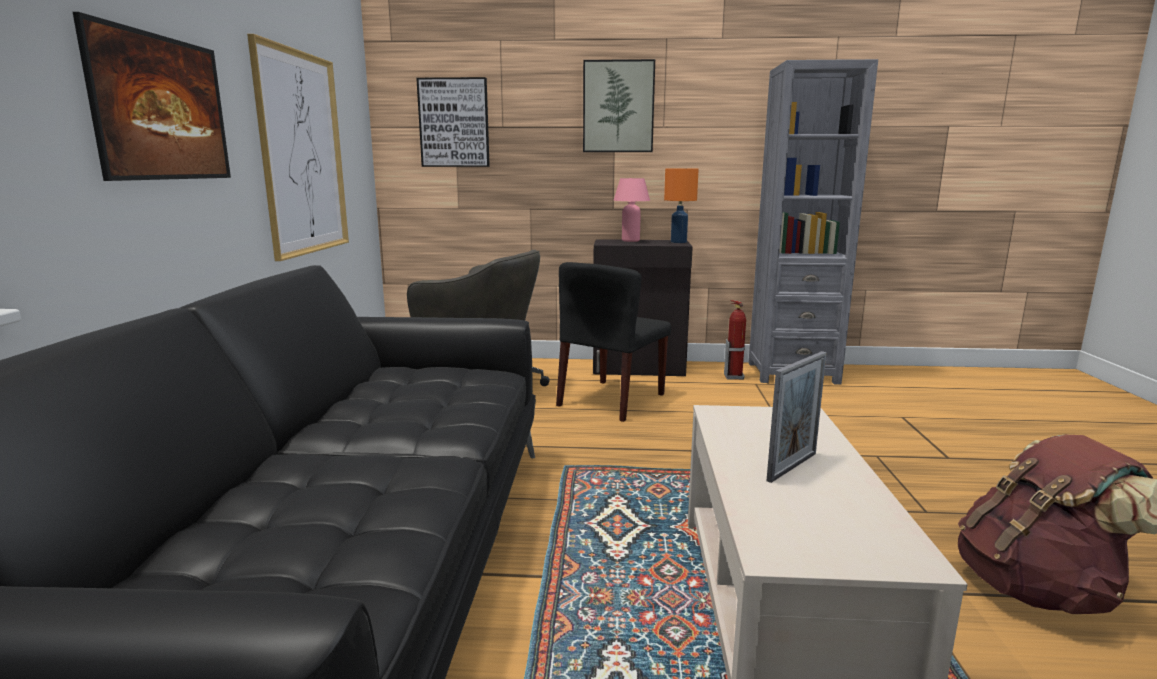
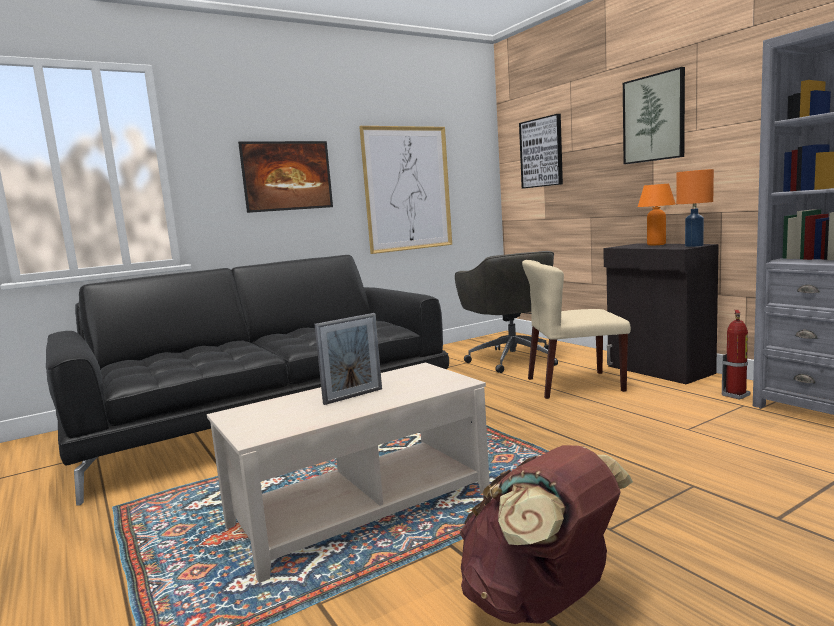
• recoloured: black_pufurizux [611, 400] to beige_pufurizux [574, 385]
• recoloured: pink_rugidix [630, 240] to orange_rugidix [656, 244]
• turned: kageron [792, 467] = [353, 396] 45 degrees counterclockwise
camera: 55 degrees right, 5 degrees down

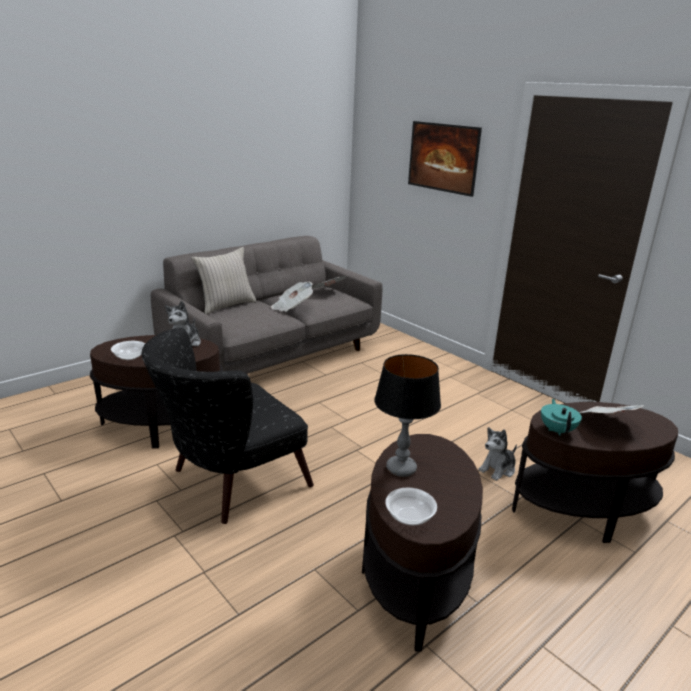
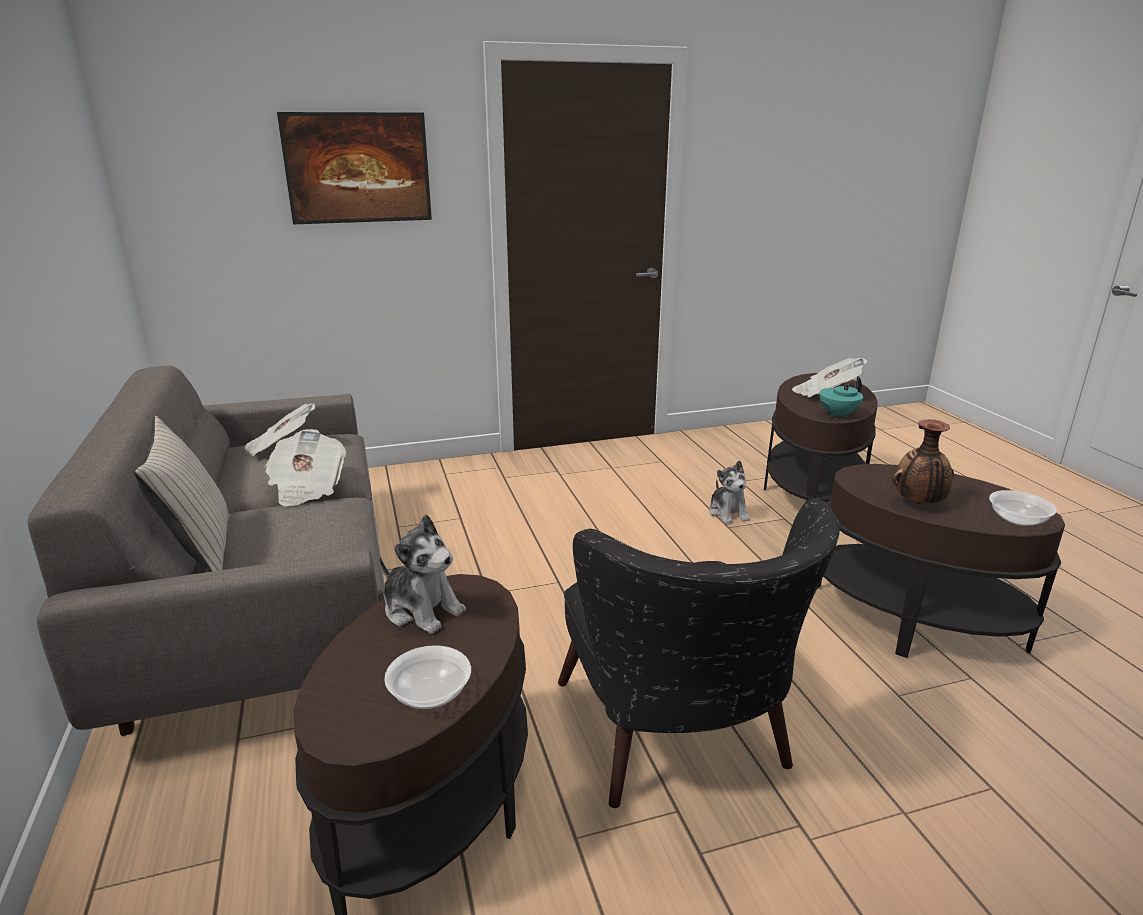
• replaced: rugidix [400, 469] to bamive [918, 503]
• turned: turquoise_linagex [557, 430] = [837, 414] 60 degrees counterclockwise
camera: 65 degrees left, 0 degrees up

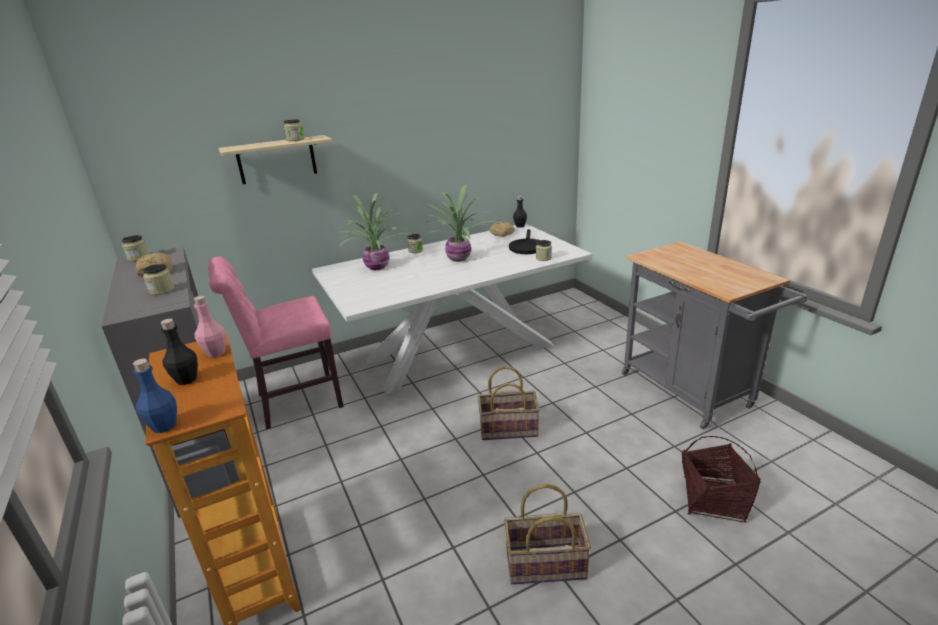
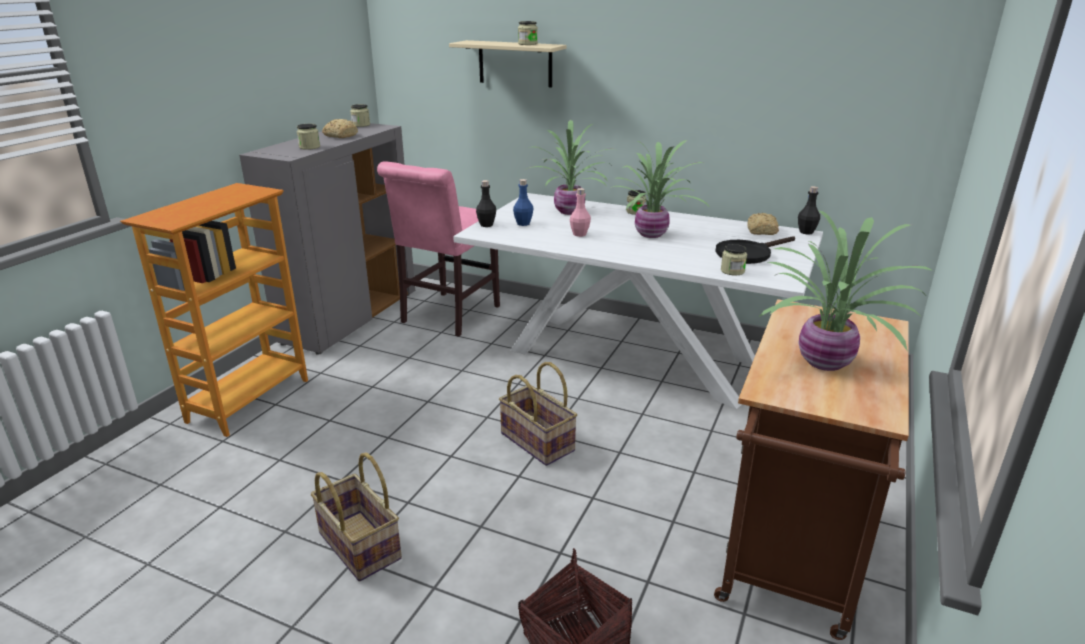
• moved: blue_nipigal [164, 426] to [523, 223]
• moved: black_nipigal [186, 380] to [486, 225]
• moved: pink_nipigal [215, 353] to [579, 234]
• turned: pink_pufurizux [294, 402] = [447, 316] 90 degrees counterclockwise
• recoloured: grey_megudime [691, 394] to brown_megudime [791, 563]
• added: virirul [825, 364]
camera: 50 degrees right, 0 degrees up

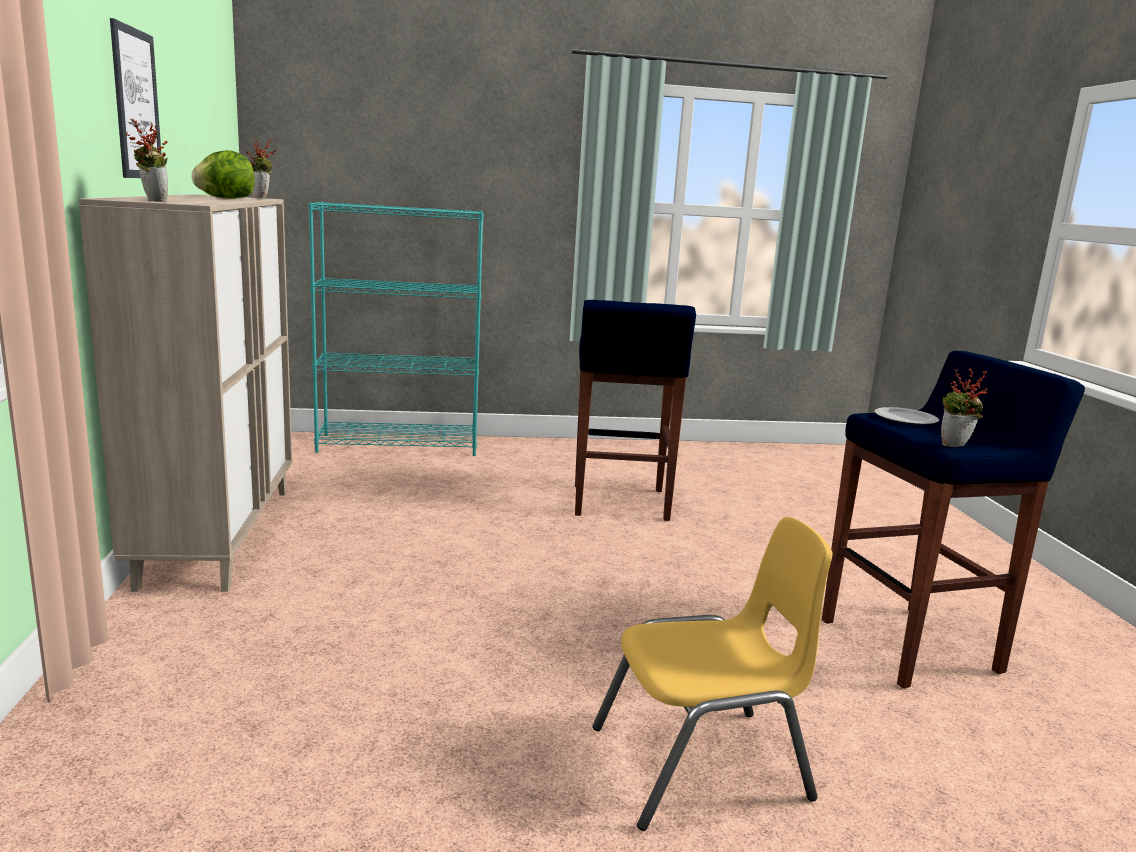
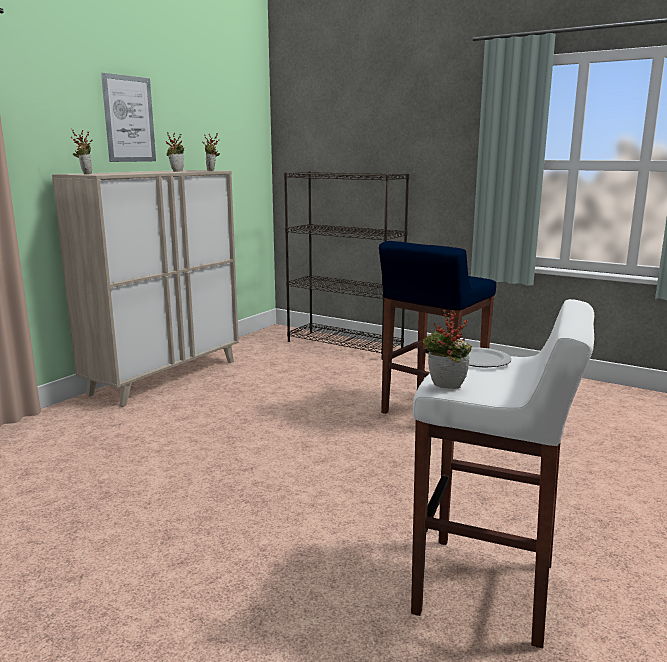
• replaced: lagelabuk [225, 198] to virirul [176, 171]
• recoloured: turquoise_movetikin [399, 445] to black_movetikin [345, 345]
• removed: yellow_pufurizux [701, 765]
• recoloured: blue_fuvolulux [912, 646] to white_fuvolulux [488, 589]
camera: 40 degrees right, 0 degrees up

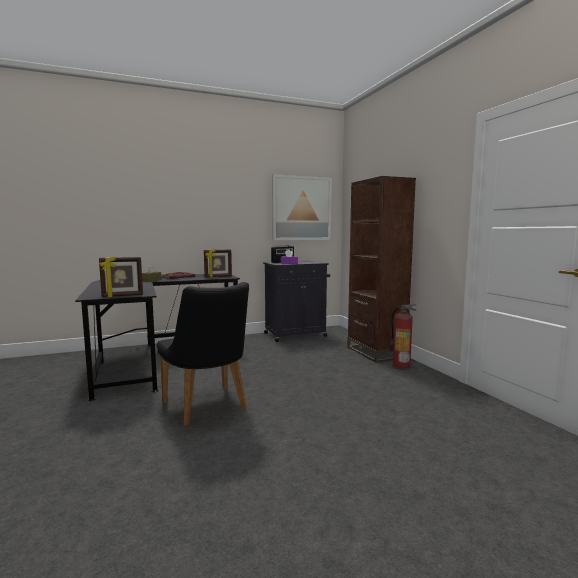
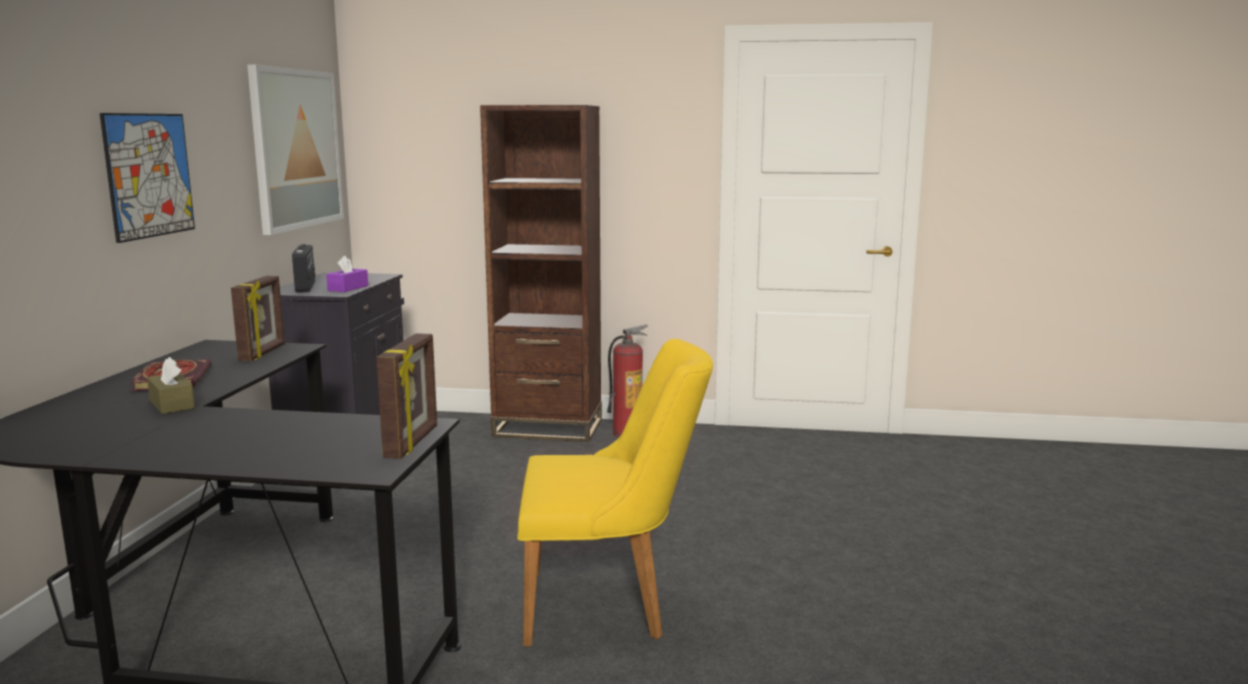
• recoloured: black_pufurizux [208, 408] to yellow_pufurizux [609, 605]
• added: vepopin [149, 175]
camera: 60 degrees left, 5 degrees up

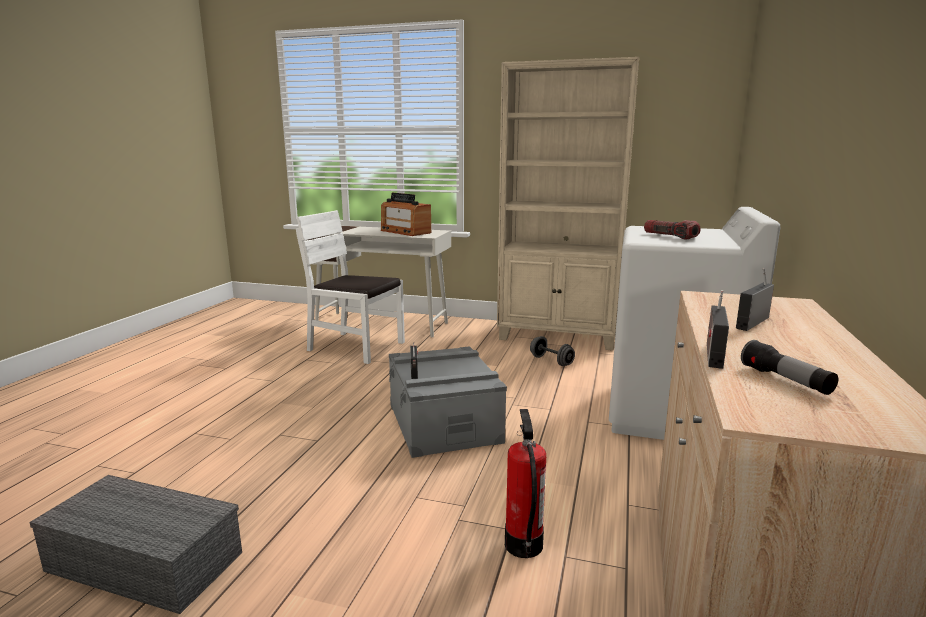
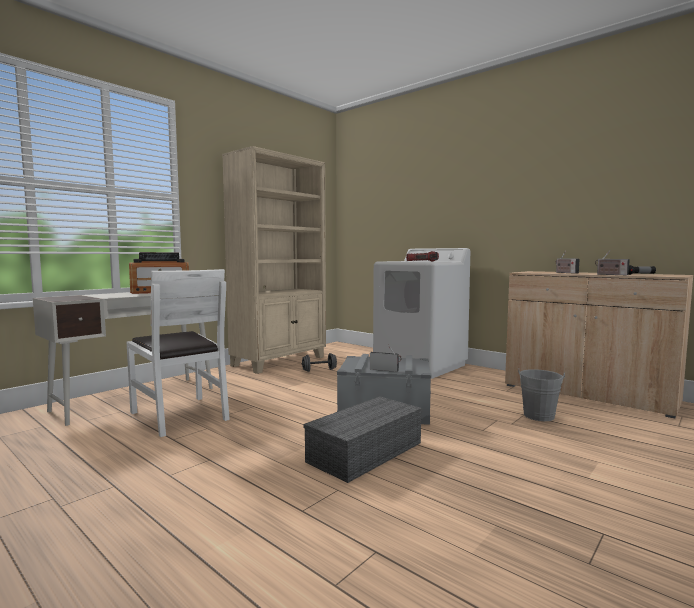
• moved: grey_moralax [141, 562] to [365, 453]
• turned: white_pufurizux [356, 347] = [180, 415] 90 degrees counterclockwise
• replaced: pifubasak [523, 545] to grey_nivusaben [539, 414]
camera: 65 degrees left, 10 degrees down

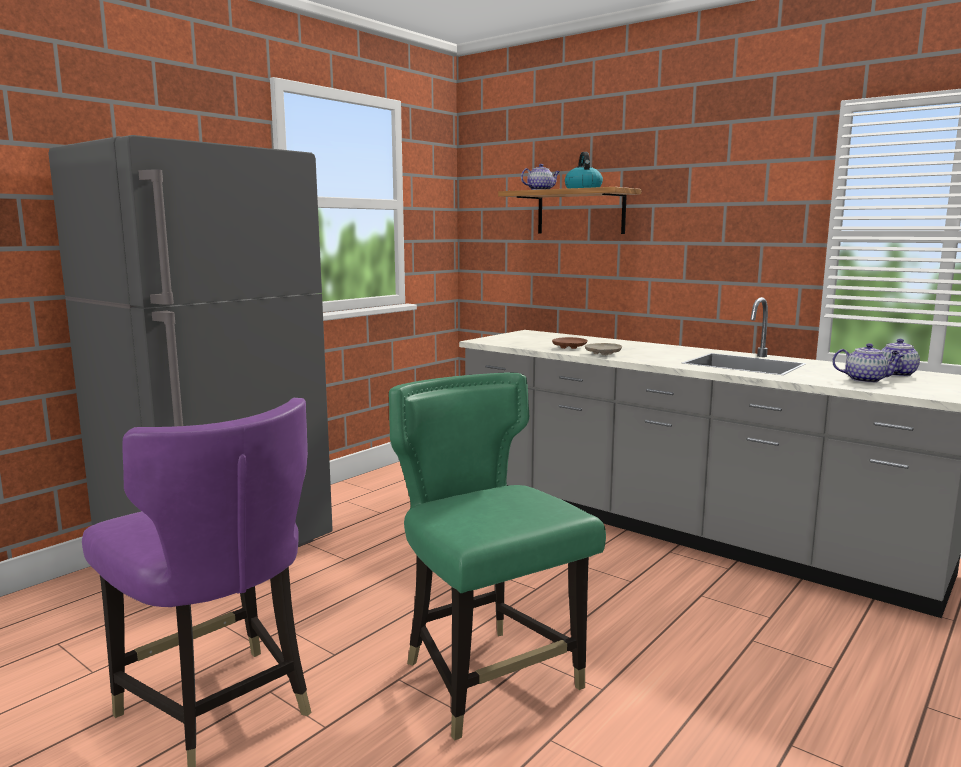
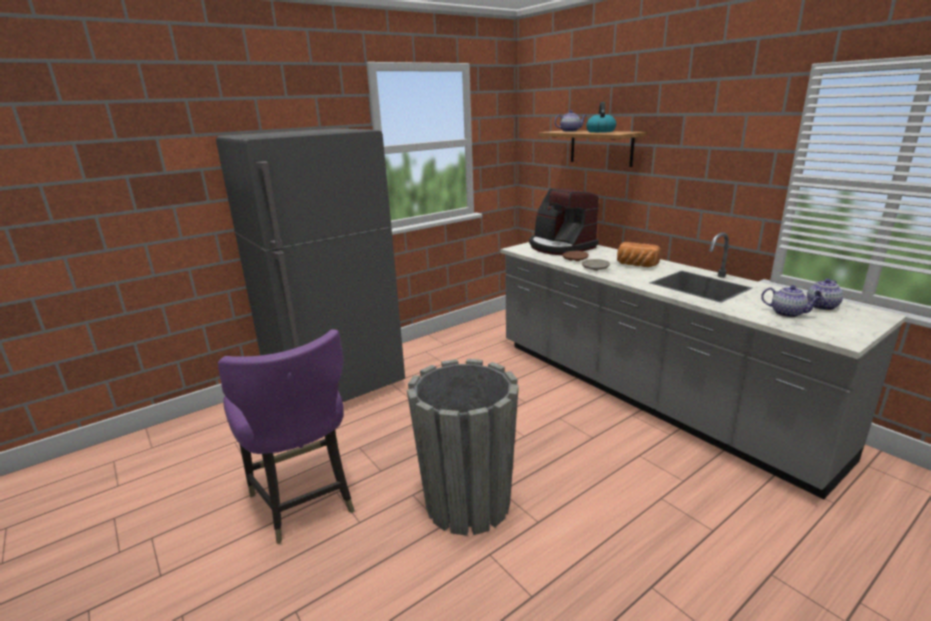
• replaced: green_pufurizux [489, 679] to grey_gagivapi [468, 503]
• added: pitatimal [560, 246]
• added: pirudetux [635, 265]
camera: 15 degrees right, 10 degrees up

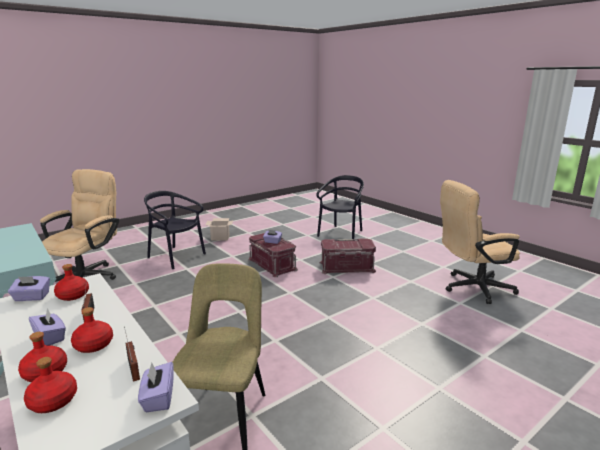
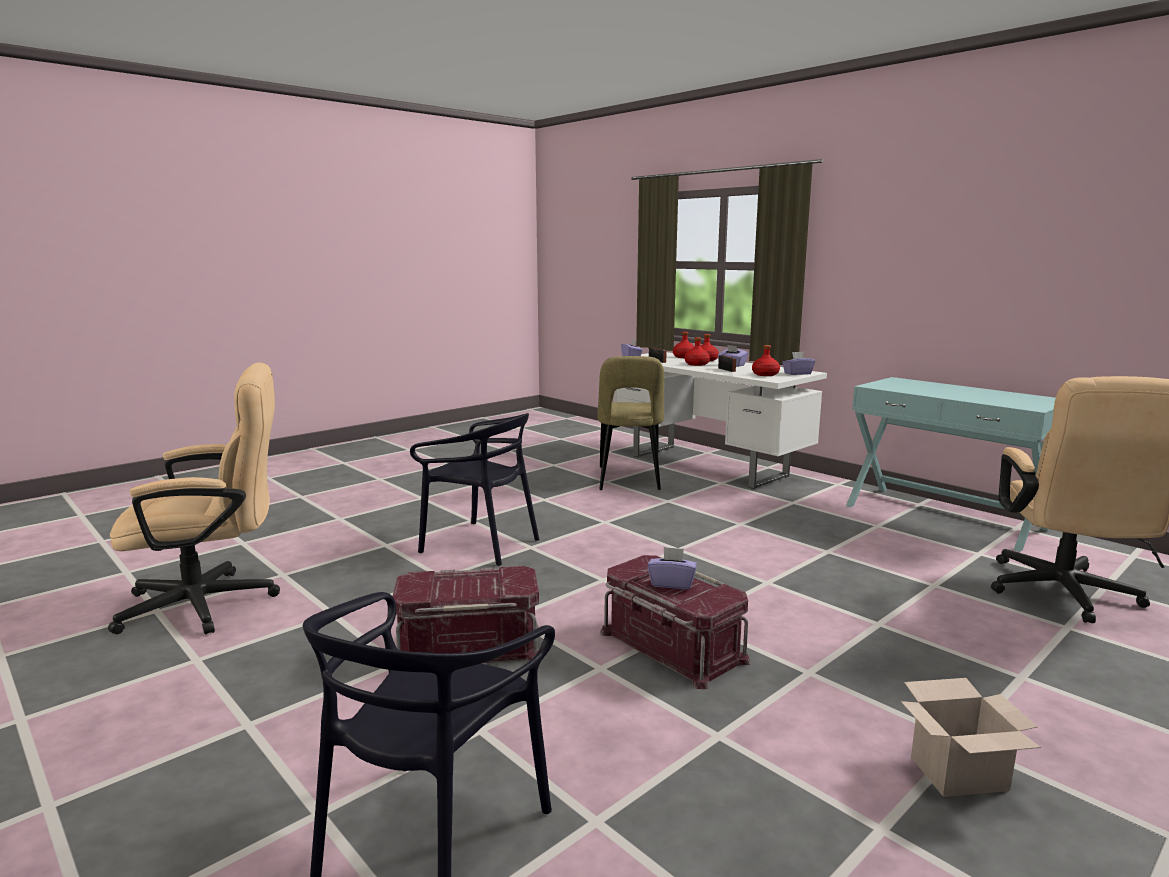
• moved: black_pufurizux [176, 257] to [480, 544]
camera: 175 degrees right, 5 degrees down

